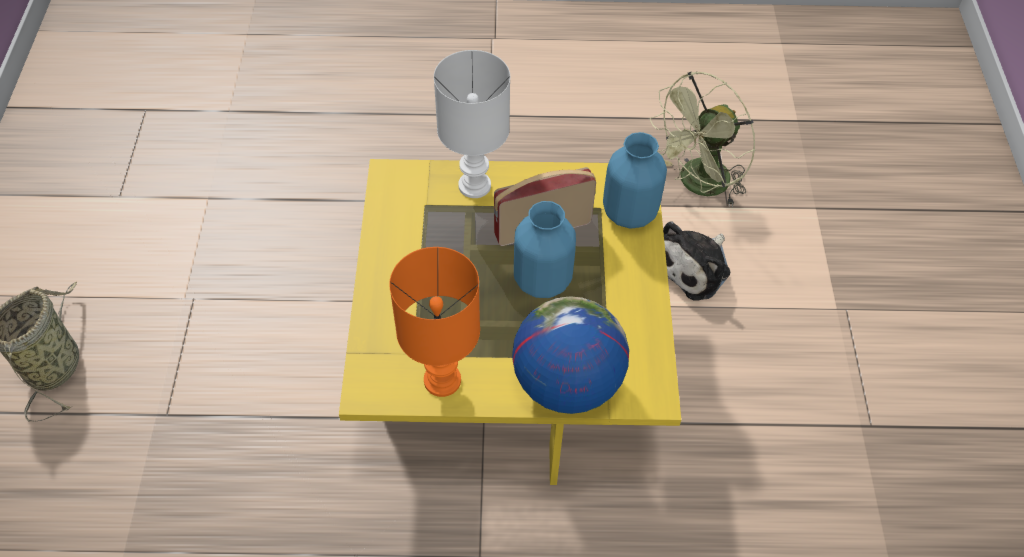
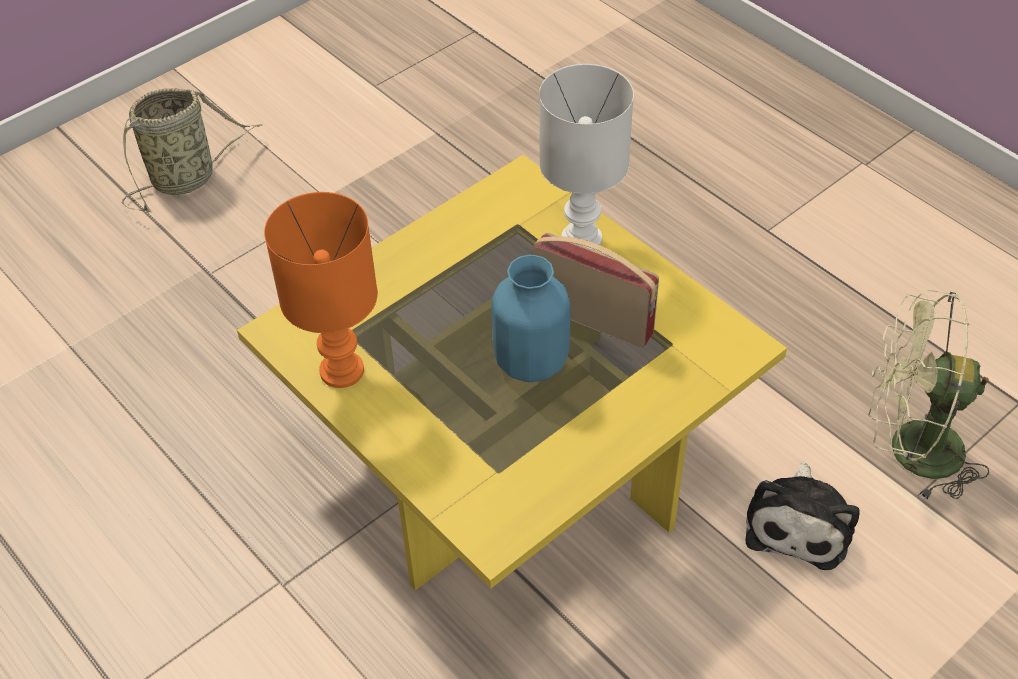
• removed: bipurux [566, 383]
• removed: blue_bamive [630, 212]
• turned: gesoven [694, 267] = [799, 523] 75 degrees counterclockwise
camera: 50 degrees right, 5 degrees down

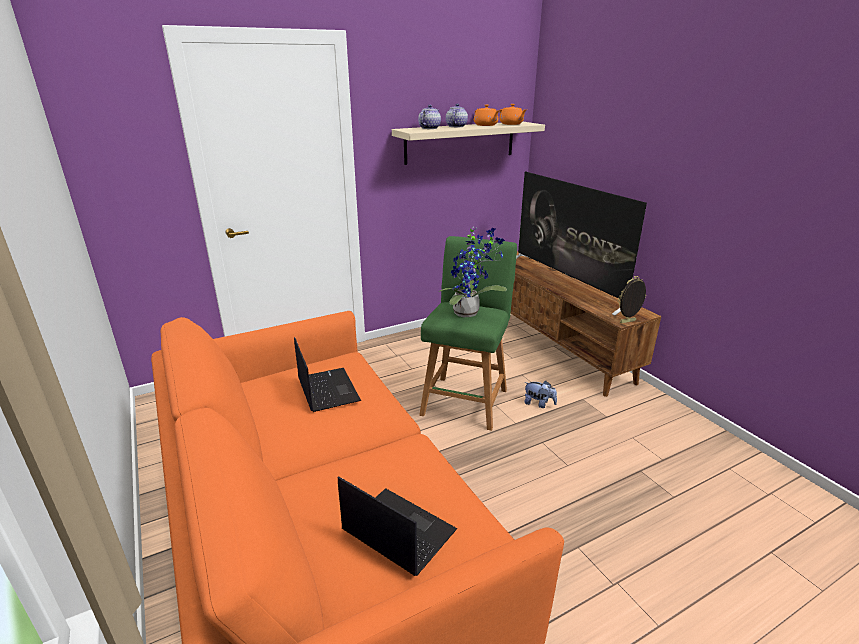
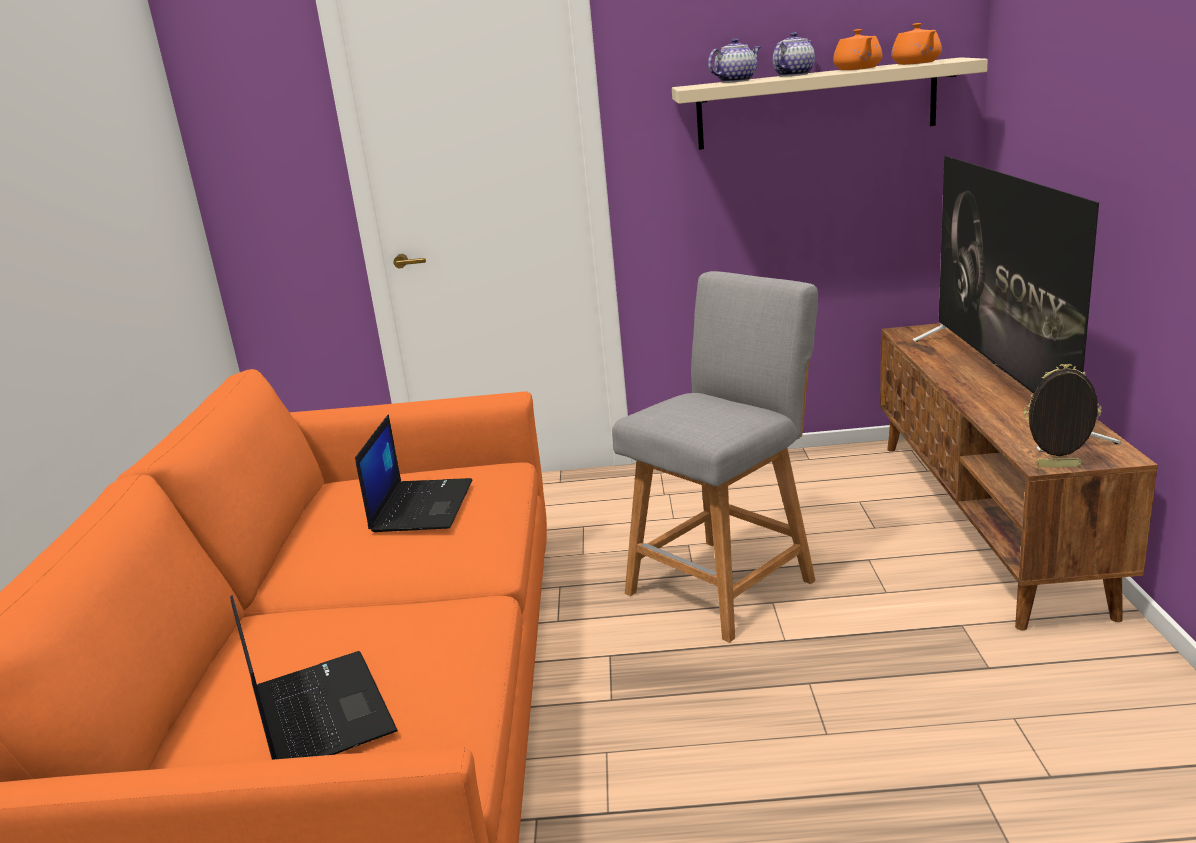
• recoloured: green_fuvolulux [466, 399] to grey_fuvolulux [726, 583]
• removed: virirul [469, 313]
• removed: gesoven [539, 404]
camera: 30 degrees right, 5 degrees down

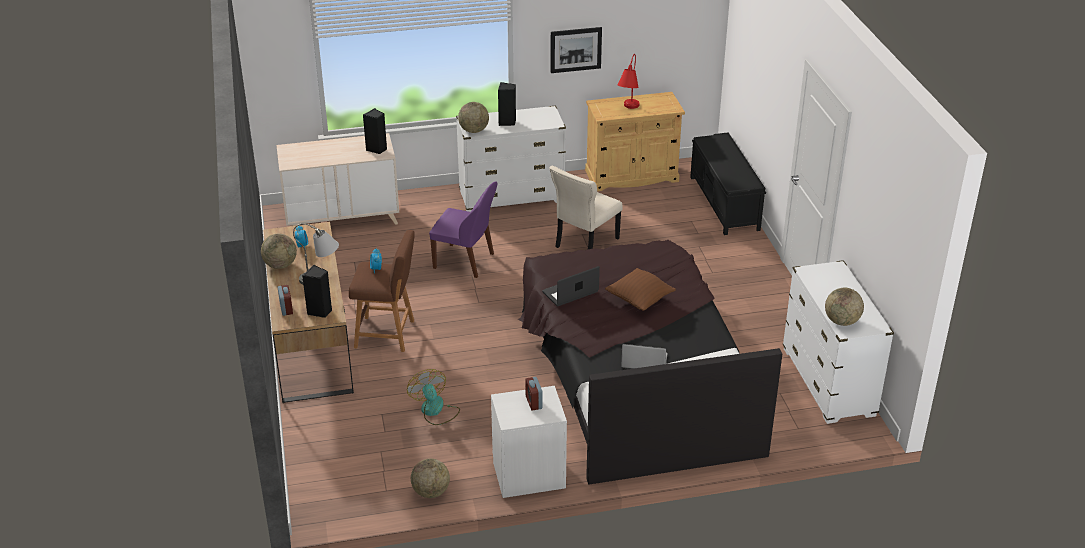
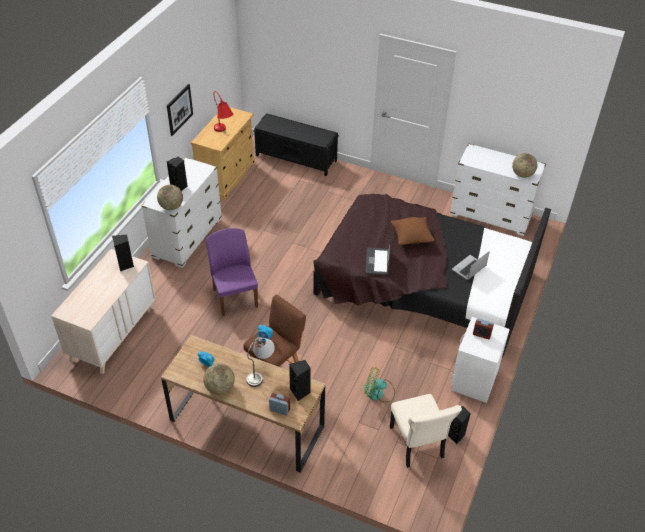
• replaced: bipurux [431, 492] to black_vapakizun [456, 435]
• turned: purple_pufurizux [465, 261] = [235, 297] 75 degrees counterclockwise
• moved: beige_pufurizux [585, 244] to [417, 444]
camera: 55 degrees left, 10 degrees up

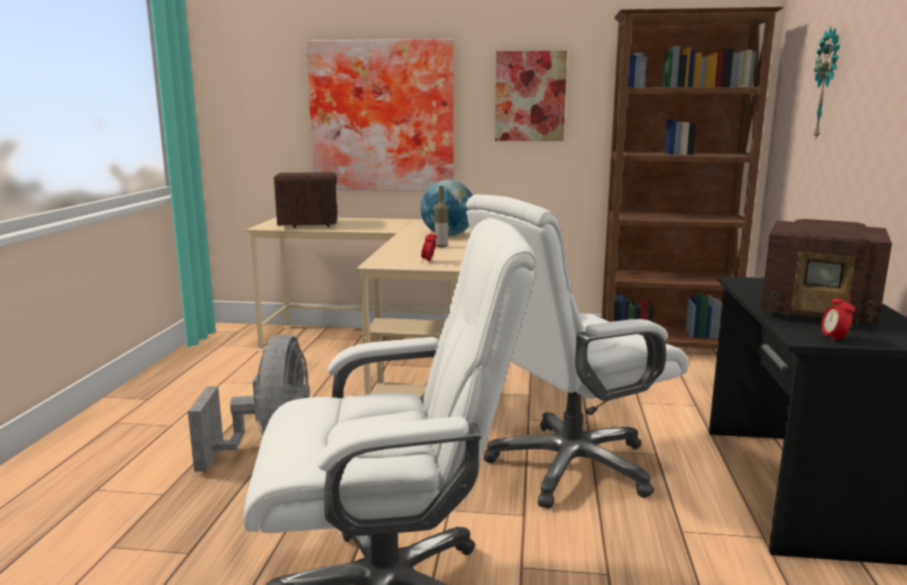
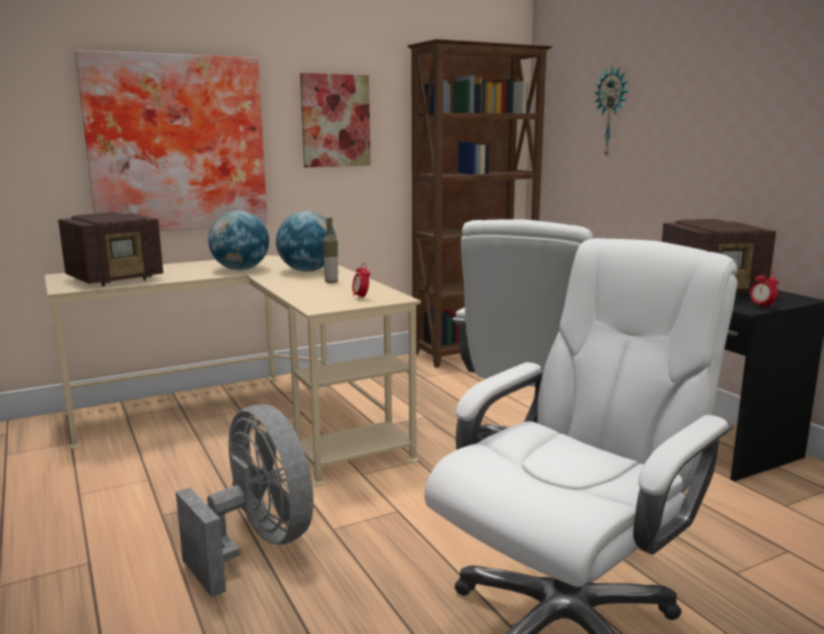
• turned: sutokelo [308, 224] = [116, 278] 90 degrees clockwise
• added: bipurux [240, 269]
camera: 35 degrees left, 0 degrees up

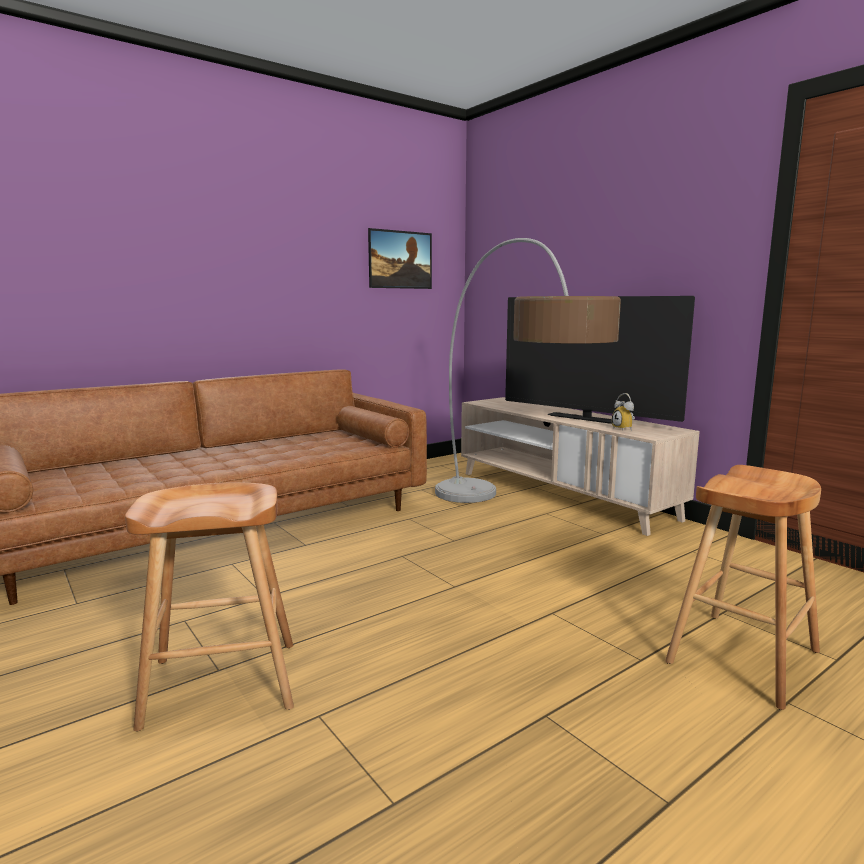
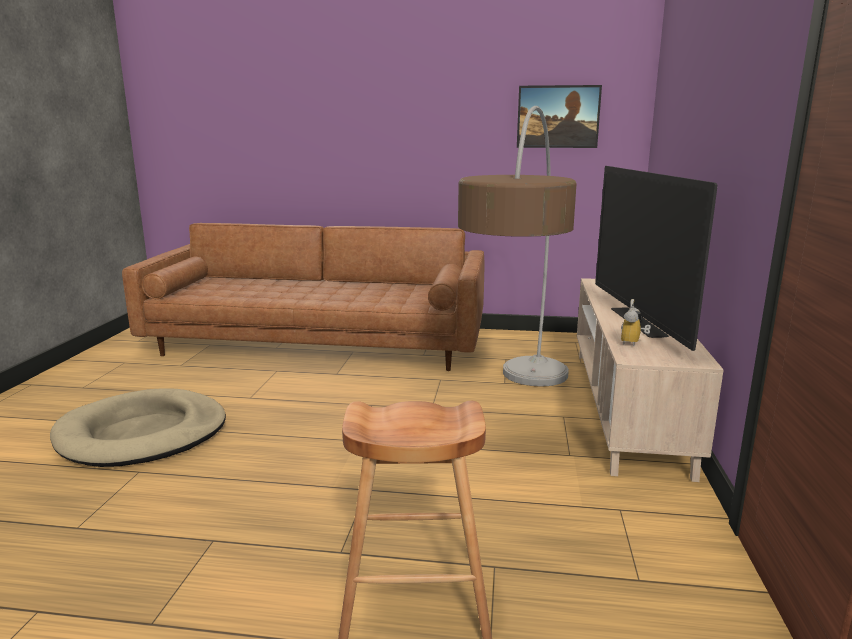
• replaced: brown_fuvolulux [221, 684] to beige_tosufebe [143, 434]
camera: 45 degrees right, 5 degrees up

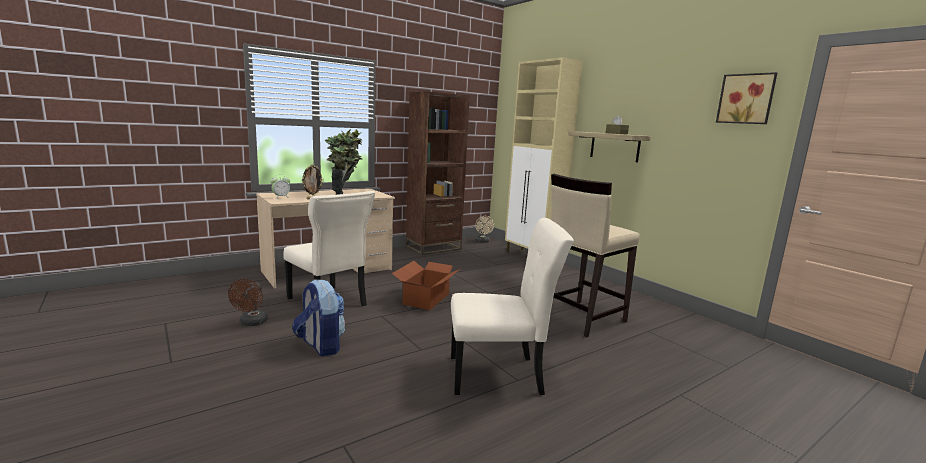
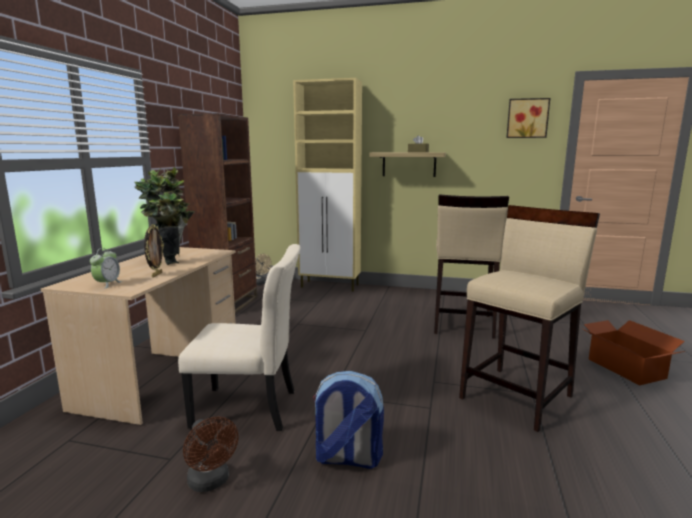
• moved: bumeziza [425, 299] to [626, 369]
• replaced: beige_pufurizux [499, 375] to beige_fuvolulux [517, 396]
camera: 40 degrees left, 0 degrees up

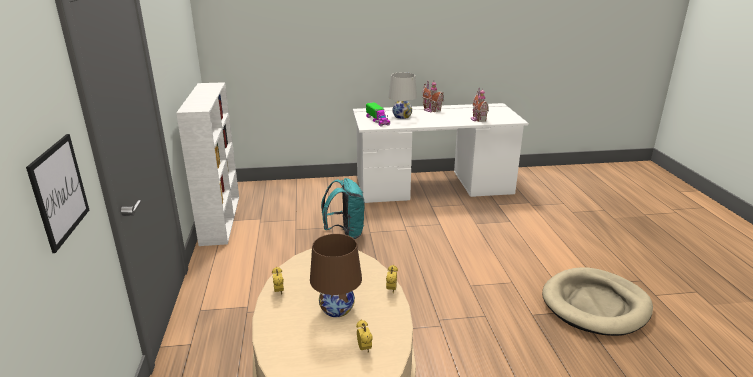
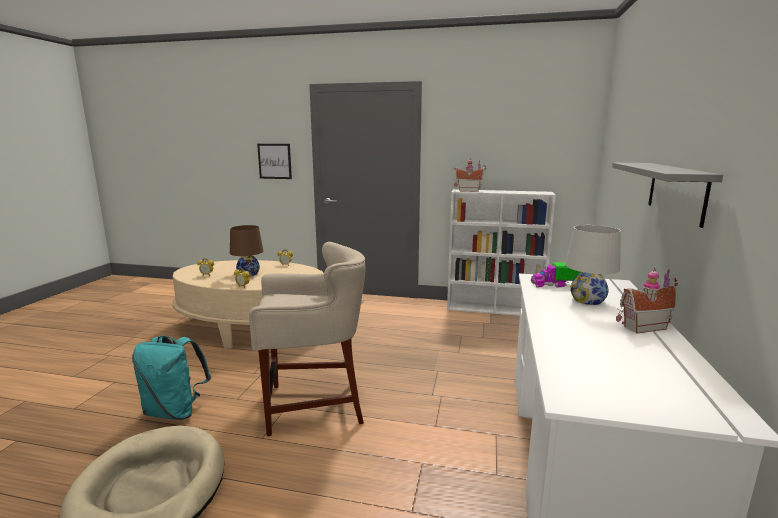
• moved: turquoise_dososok [345, 233] to [175, 411]
• moved: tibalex [477, 119] to [468, 190]
• added: beige_fuvolulux [313, 405]
• added: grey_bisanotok [676, 191]
camera: 110 degrees right, 10 degrees down

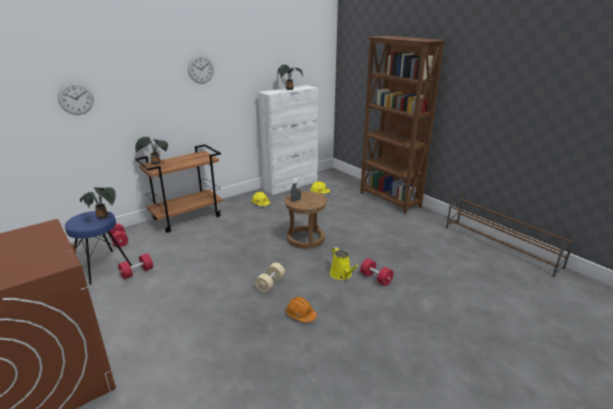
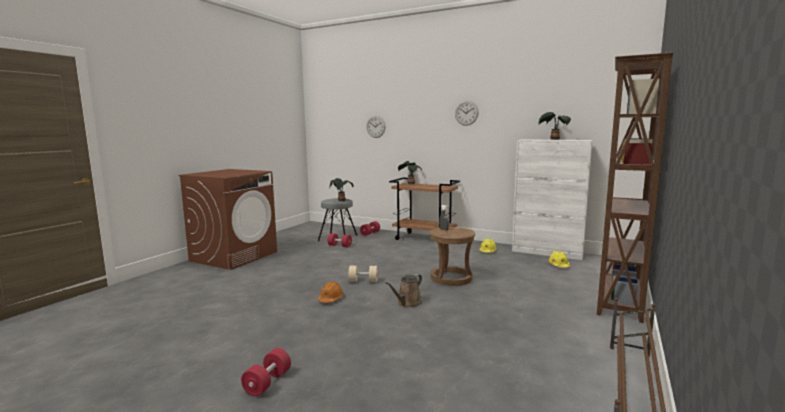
• recoloured: blue_fuvolulux [102, 266] to grey_fuvolulux [338, 238]
• recoloured: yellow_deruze [342, 274] to brown_deruze [407, 303]
• moved: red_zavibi [376, 278] to [267, 382]
camera: 65 degrees right, 15 degrees down

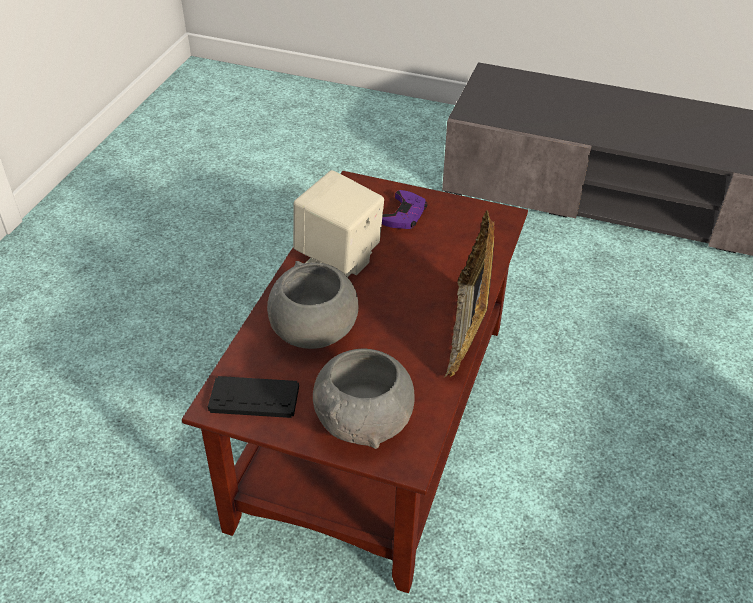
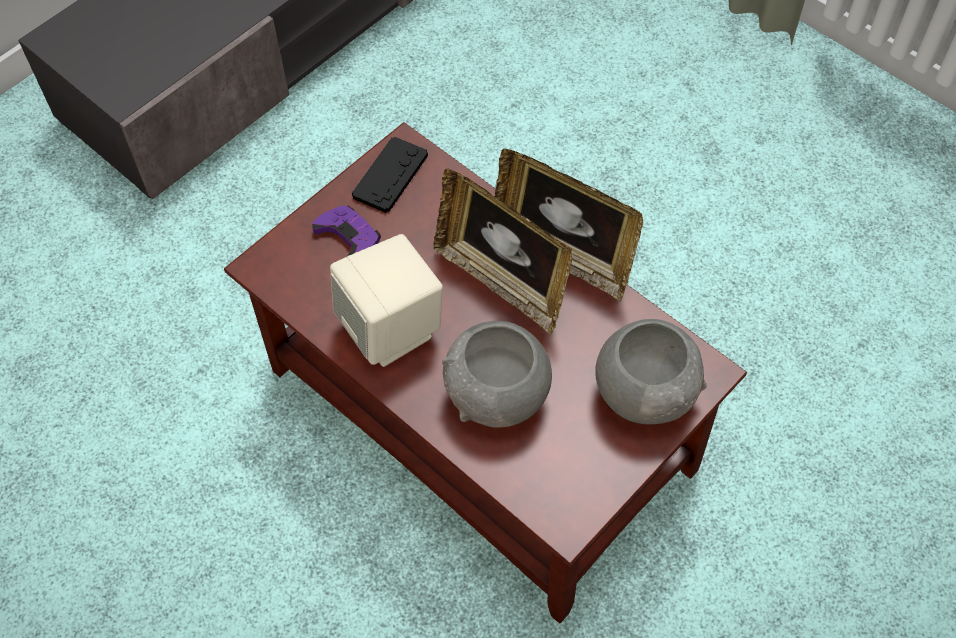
• moved: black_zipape [254, 398] to [390, 176]
• added: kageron [502, 281]
camera: 65 degrees left, 15 degrees up

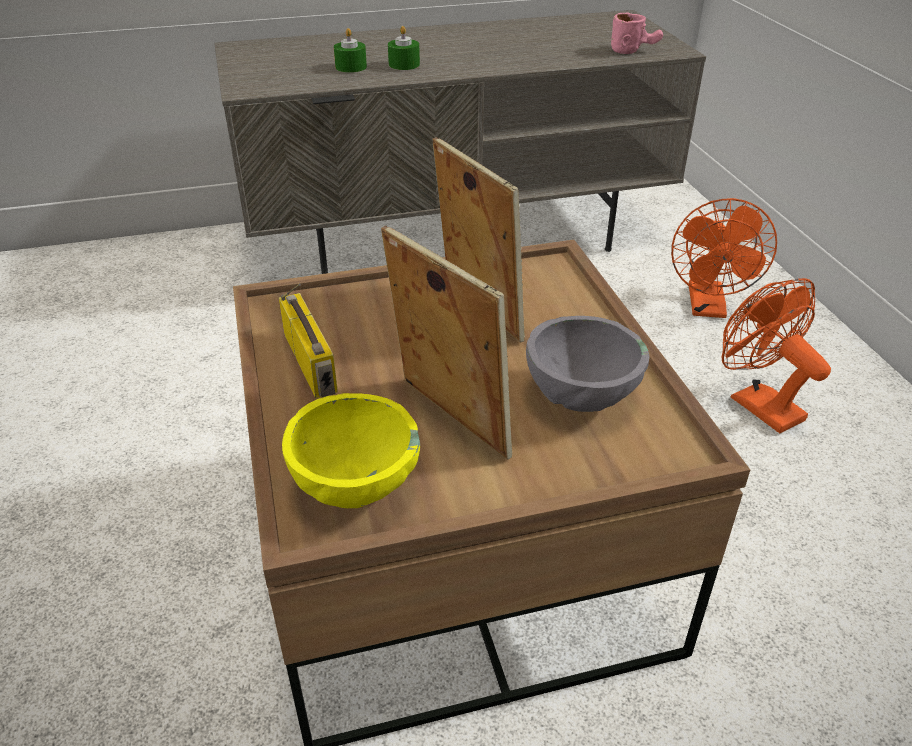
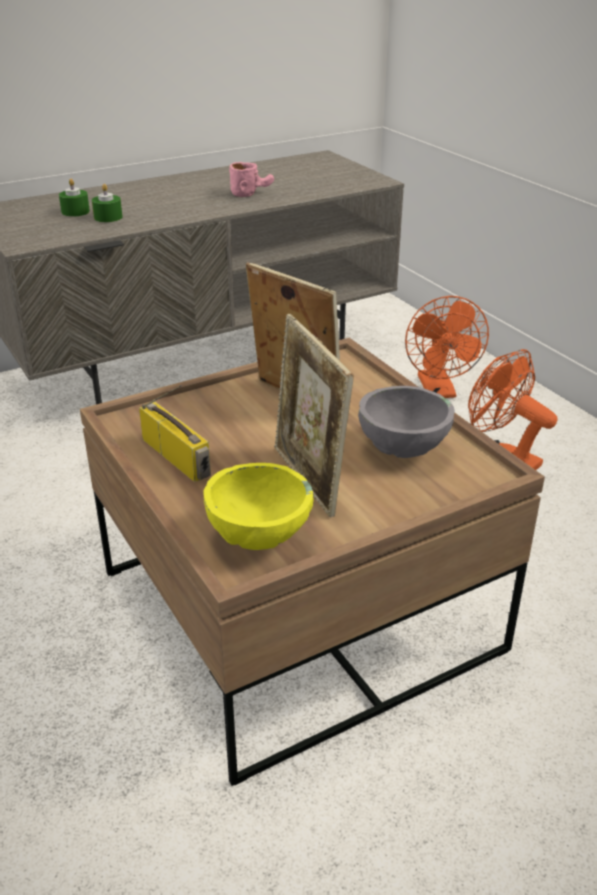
• turned: kageron [448, 420] = [309, 480] 150 degrees counterclockwise
• moved: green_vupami [404, 64] to [75, 211]
• moved: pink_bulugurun [634, 50] to [251, 193]
camera: 15 degrees left, 5 degrees down

